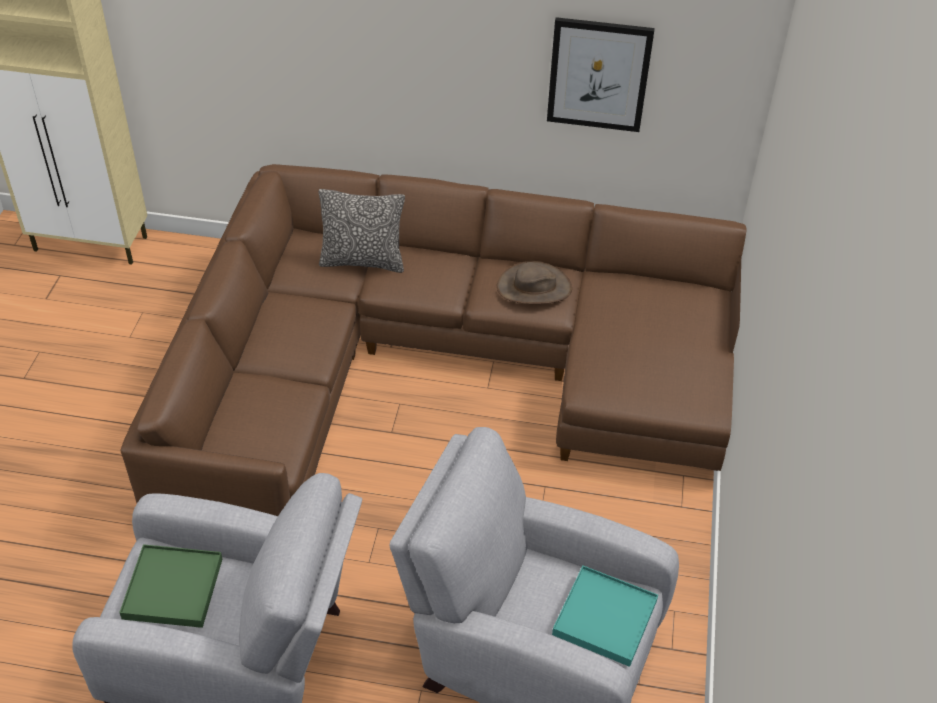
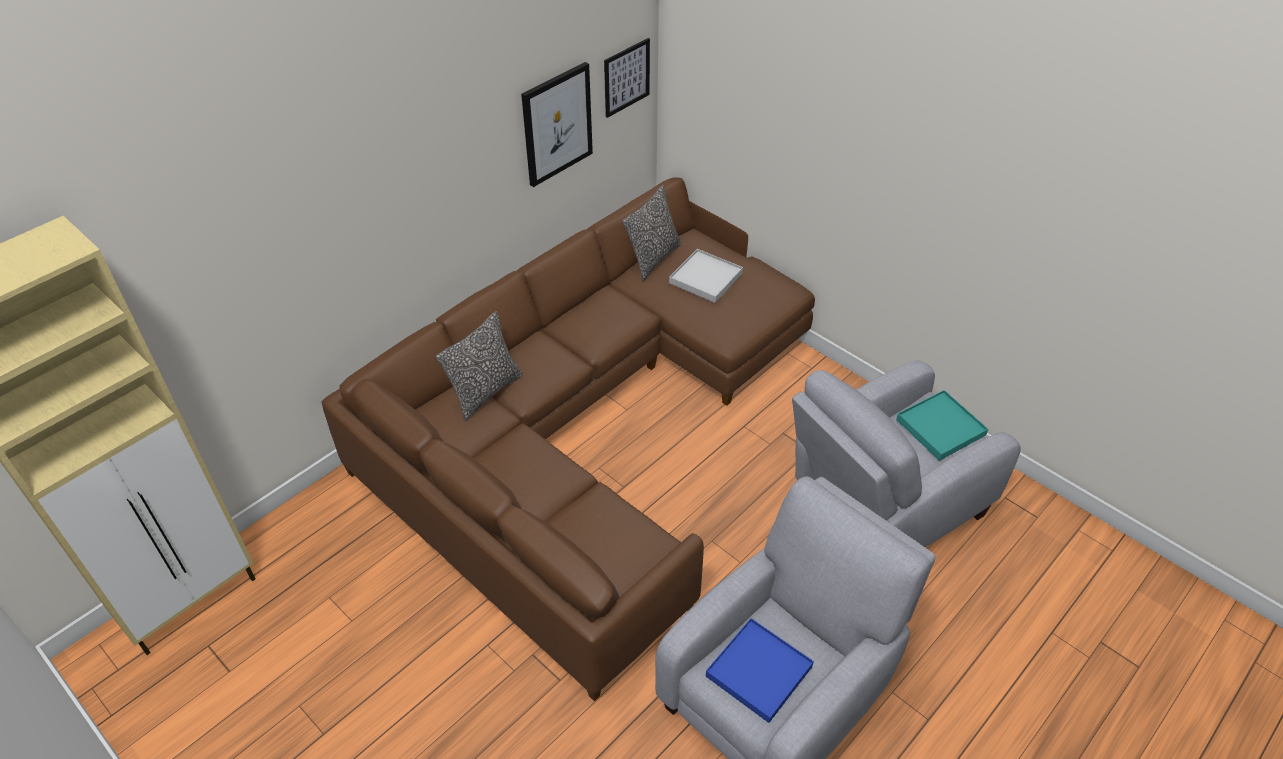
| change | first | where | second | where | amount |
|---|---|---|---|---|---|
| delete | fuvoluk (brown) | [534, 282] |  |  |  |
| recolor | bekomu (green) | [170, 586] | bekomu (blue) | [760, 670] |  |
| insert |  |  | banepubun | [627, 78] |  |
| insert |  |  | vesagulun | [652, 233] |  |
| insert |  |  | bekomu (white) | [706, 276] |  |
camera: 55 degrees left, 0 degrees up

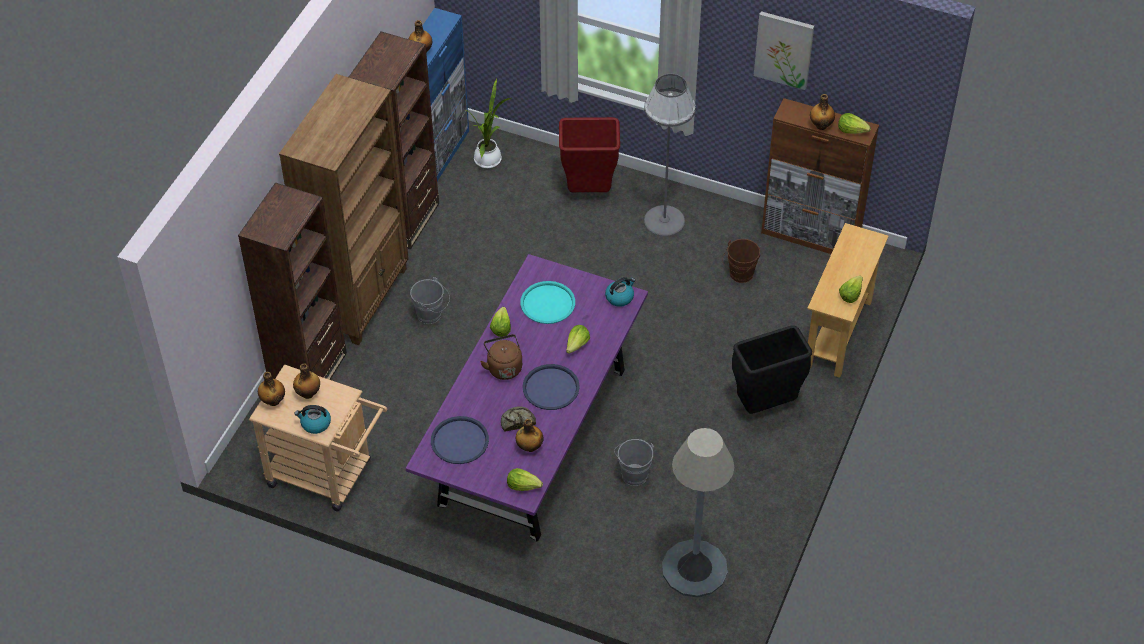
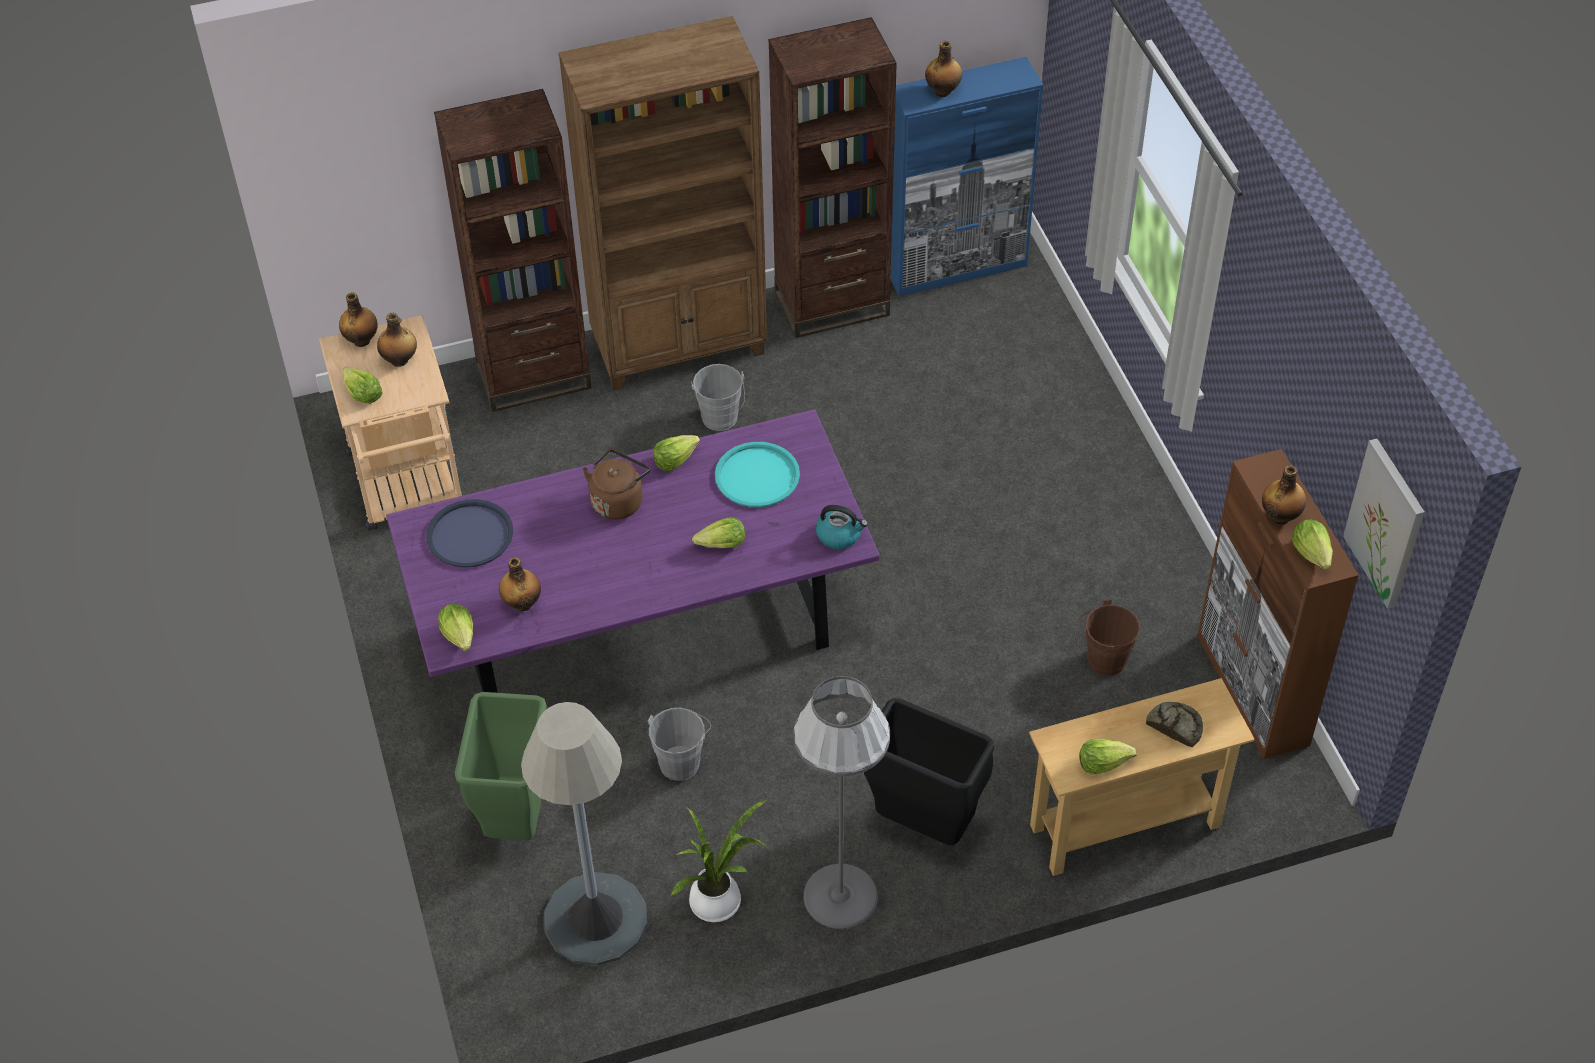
| change | first | where | second | where | amount |
|---|---|---|---|---|---|
| move | banepubun | [784, 50] |  | [1384, 524] |  |
| move | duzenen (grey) | [670, 155] |  | [841, 802] |  |
| move | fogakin | [488, 123] |  | [719, 861] |  |
| delete | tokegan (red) | [589, 154] |  |  |  |
| delete | bekomu (blue) | [551, 387] |  |  |  |
| replace | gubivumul | [313, 419] | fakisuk | [362, 385] |  |
| move | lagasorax | [518, 419] |  | [1174, 724] |  |
| insert |  |  | tokegan (green) | [501, 766] |  |
camera: 50 degrees right, 0 degrees up

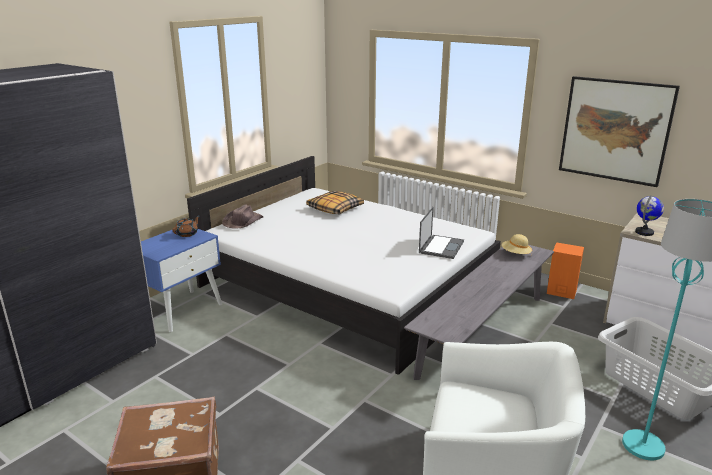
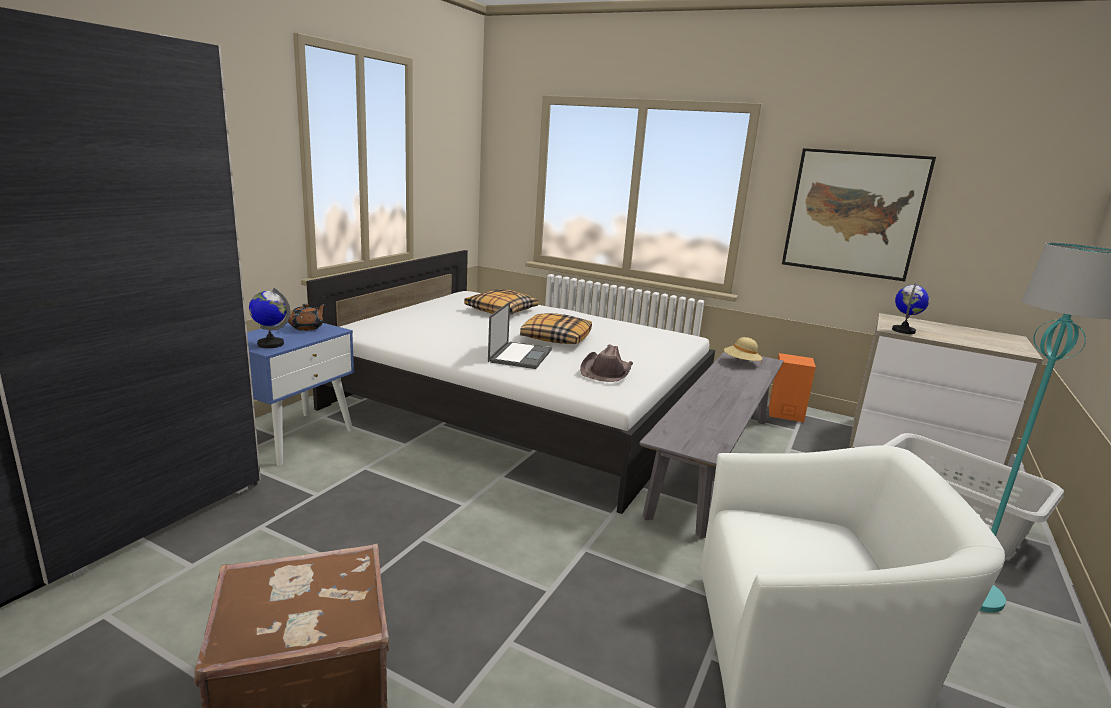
| change | first | where | second | where | amount |
|---|---|---|---|---|---|
| move | fuvoluk (brown) | [242, 217] |  | [606, 363] |  |
| move | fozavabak | [441, 233] |  | [520, 335] |  |
| insert |  |  | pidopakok | [269, 318] |  |
| insert |  |  | vesagulun | [556, 328] |  |
camera: 10 degrees left, 5 degrees down

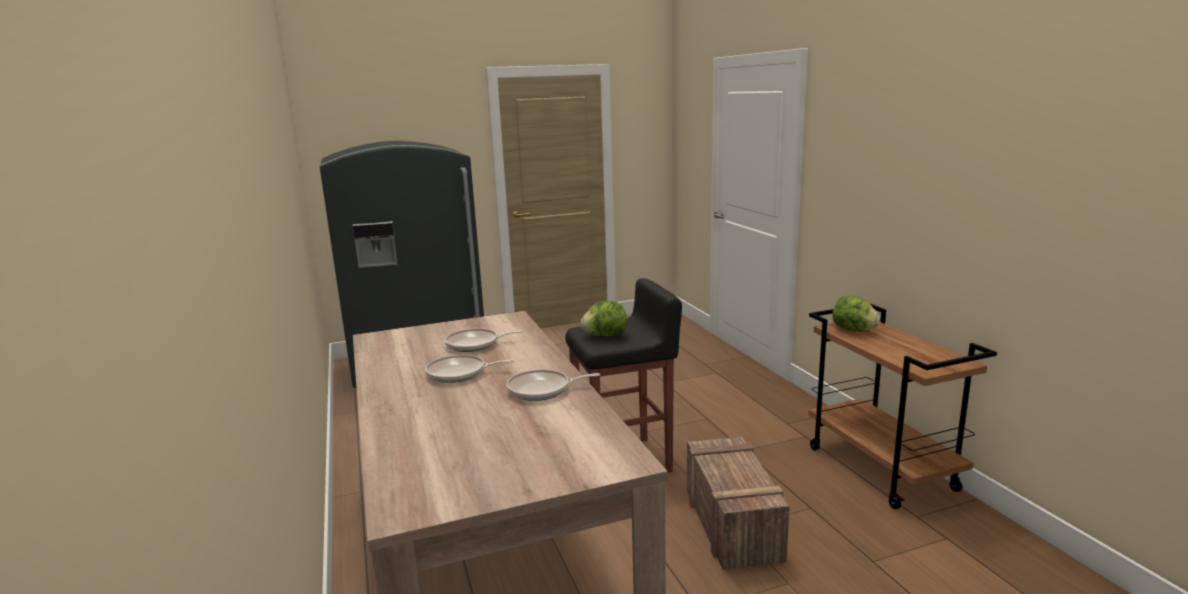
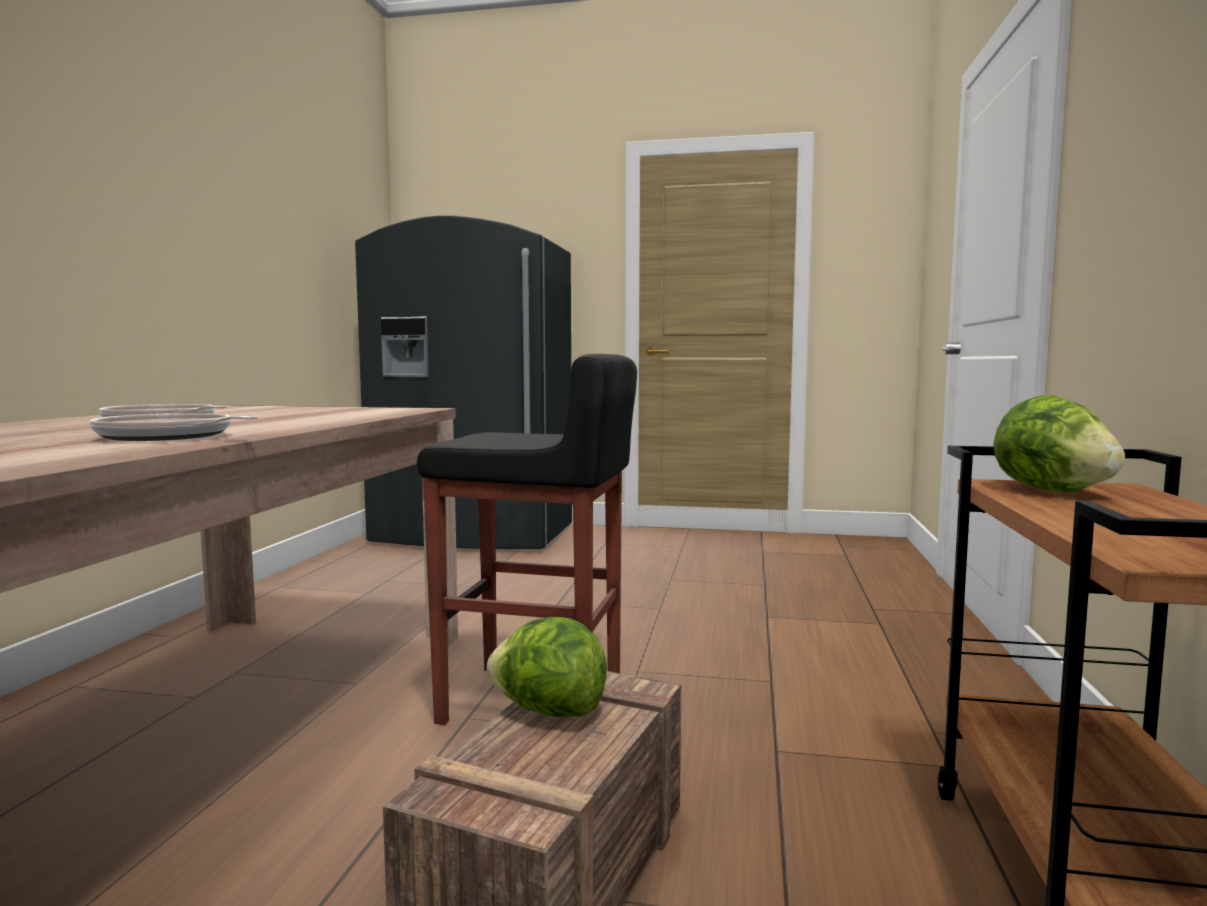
| change | first | where | second | where | amount |
|---|---|---|---|---|---|
| move | fakisuk | [604, 318] |  | [547, 667] |  |
| delete | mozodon | [484, 340] |  |  |  |
camera: 30 degrees right, 10 degrees down

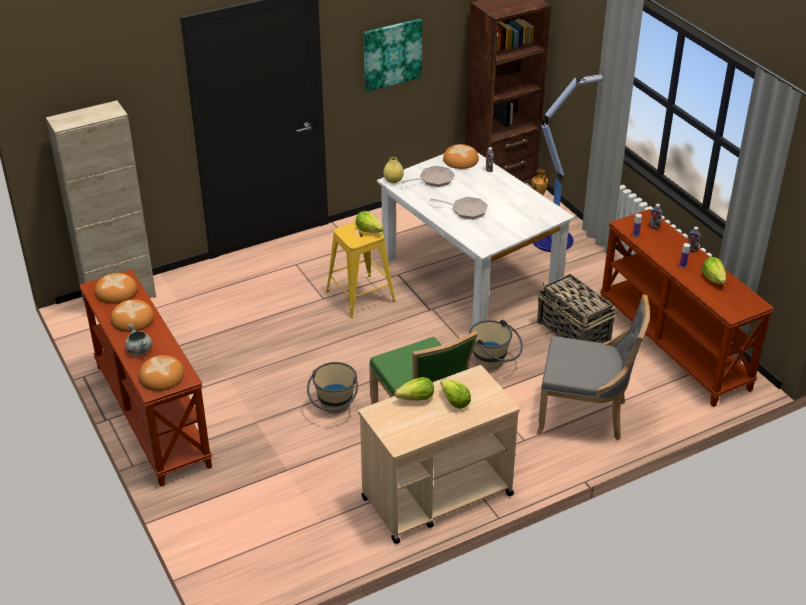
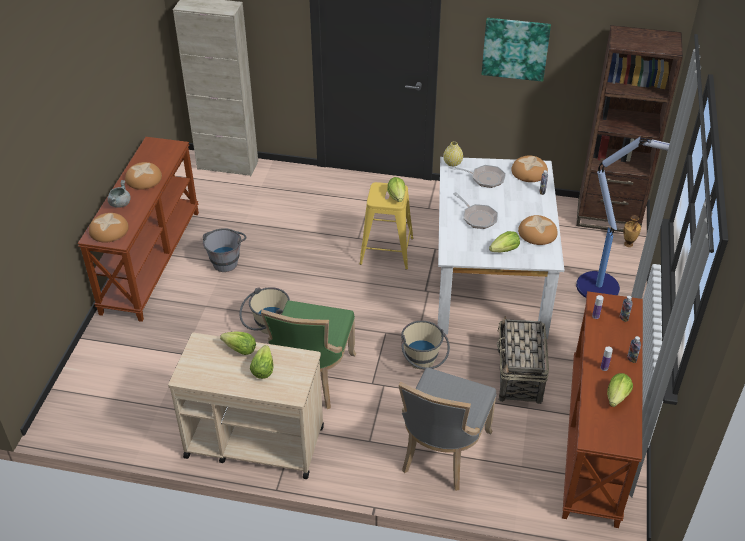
| change | first | where | second | where | amount |
|---|---|---|---|---|---|
| move | lagasorax | [116, 288] |  | [538, 230] |  |
| rotate | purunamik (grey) | [593, 367] |  | [447, 429] | 60 degrees clockwise |
| insert |  |  | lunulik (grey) | [224, 250] |  |
| insert |  |  | fakisuk | [504, 241] |  |
camera: 40 degrees right, 5 degrees up

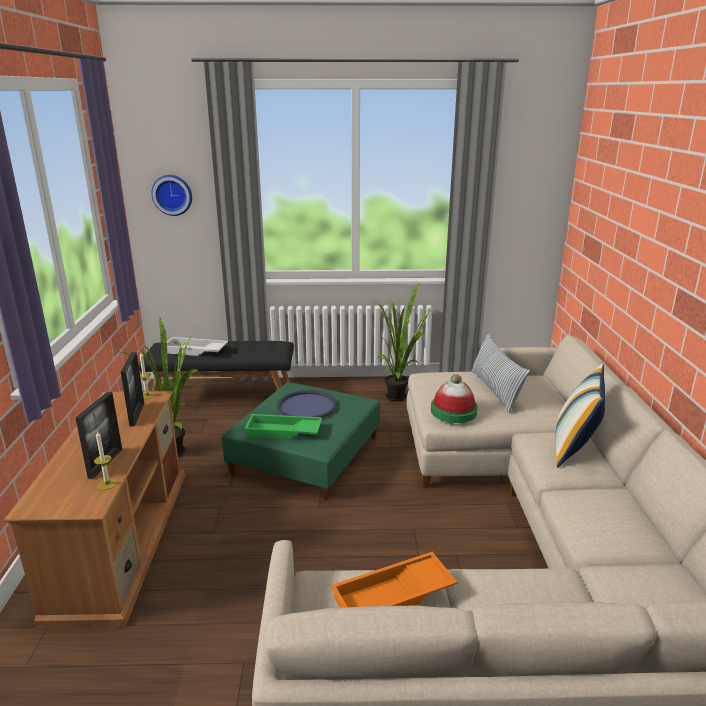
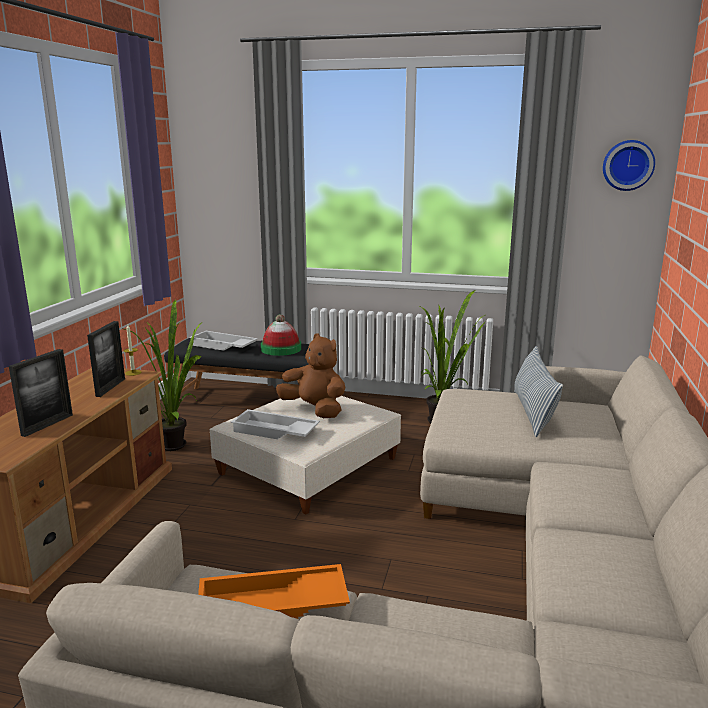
| change | first | where | second | where | amount |
|---|---|---|---|---|---|
| move | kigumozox | [171, 195] |  | [629, 165] |  |
| delete | vesagulun | [580, 415] |  |  |  |
| move | fuvoluk | [454, 398] |  | [281, 335] |  |
| recolor | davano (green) | [301, 441] | davano (beige) | [305, 455] |  |
| replace | bekomu (blue) | [307, 403] | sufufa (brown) | [310, 375] |  |
| recolor | bekomu (green) | [283, 426] | bekomu (white) | [275, 424] |  |
| delete | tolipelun | [106, 460] |  |  |  |
camera: 15 degrees right, 5 degrees down

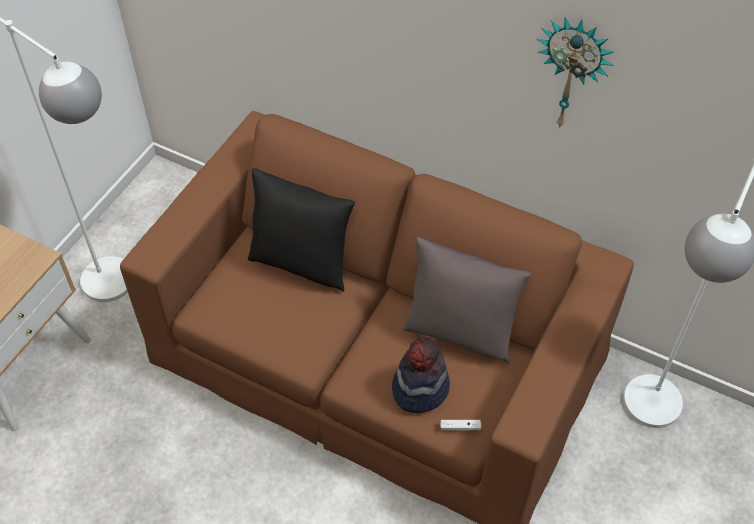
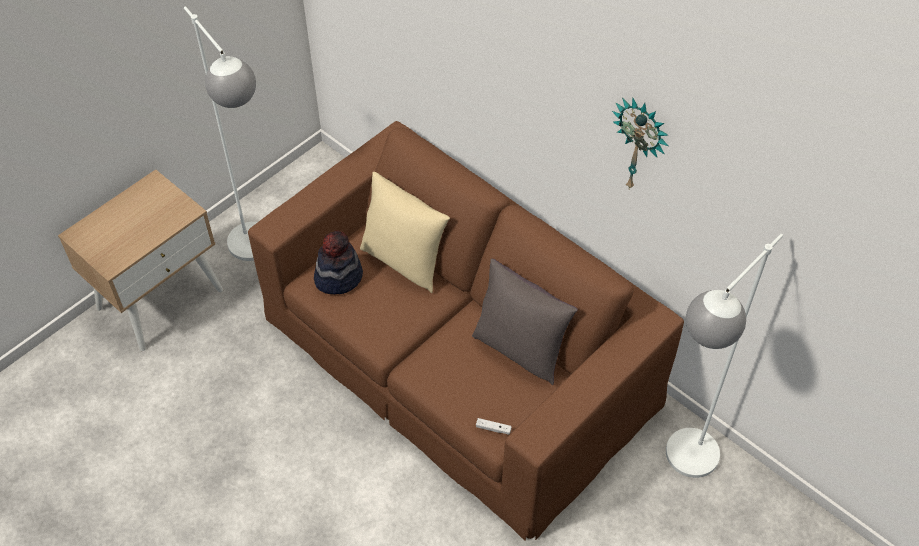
| change | first | where | second | where | amount |
|---|---|---|---|---|---|
| recolor | vesagulun (black) | [301, 230] | vesagulun (beige) | [405, 232] |  |
| move | fuvoluk | [421, 374] |  | [338, 262] |  |
camera: 15 degrees right, 0 degrees up

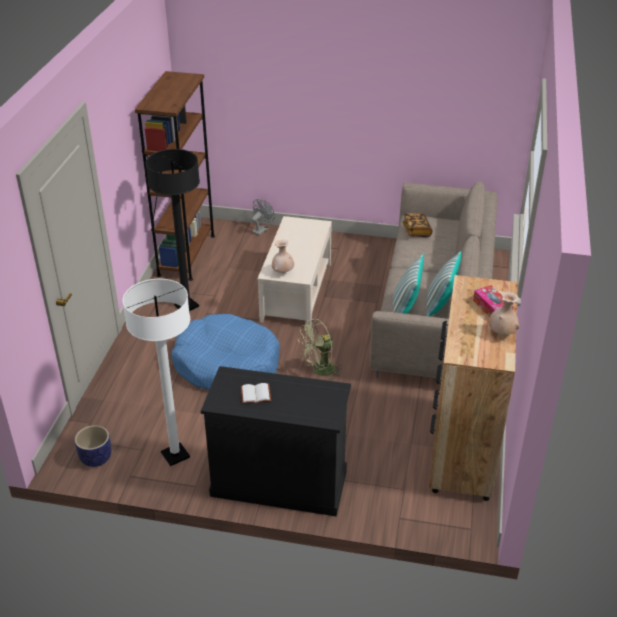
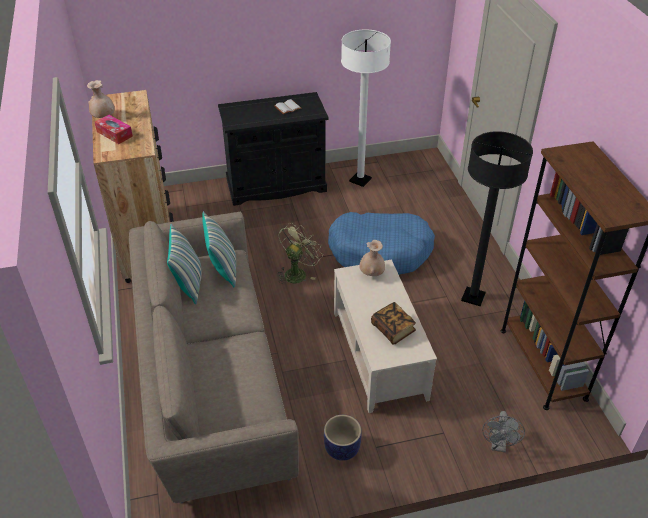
| change | first | where | second | where | amount |
|---|---|---|---|---|---|
| move | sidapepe | [417, 225] |  | [393, 323] |  |
| move | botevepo | [93, 446] |  | [343, 438] |  |
camera: 155 degrees right, 5 degrees up

